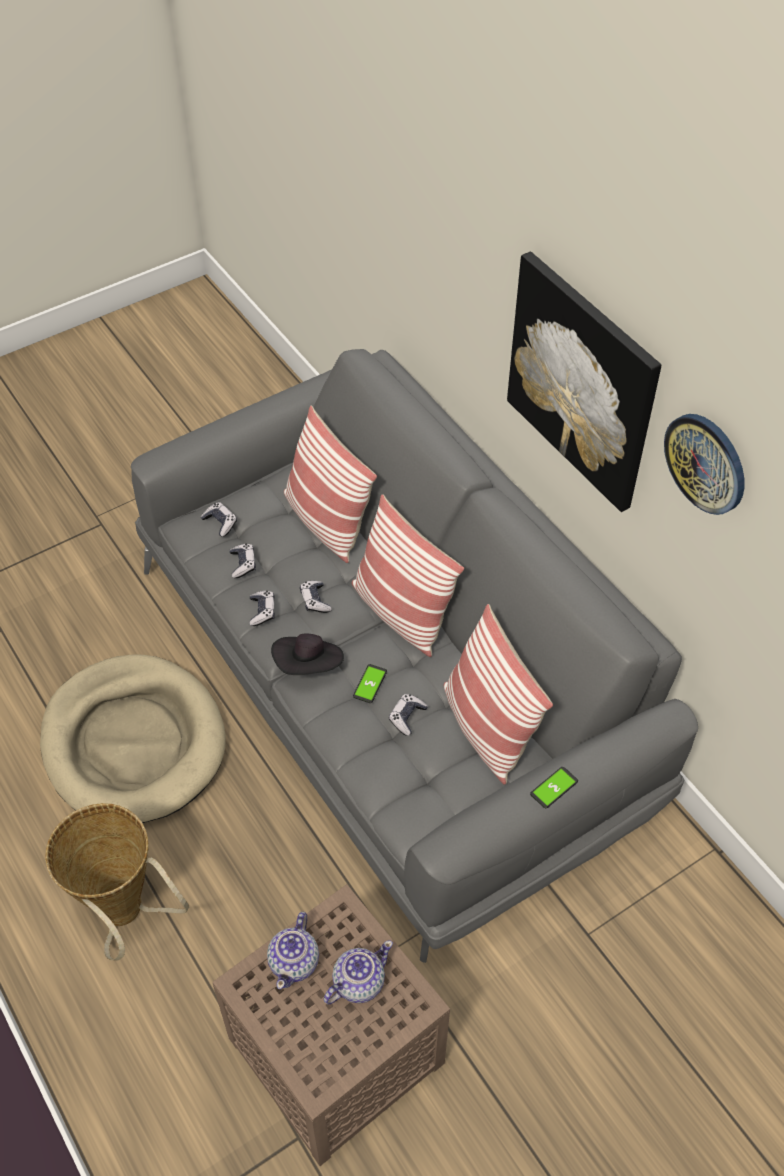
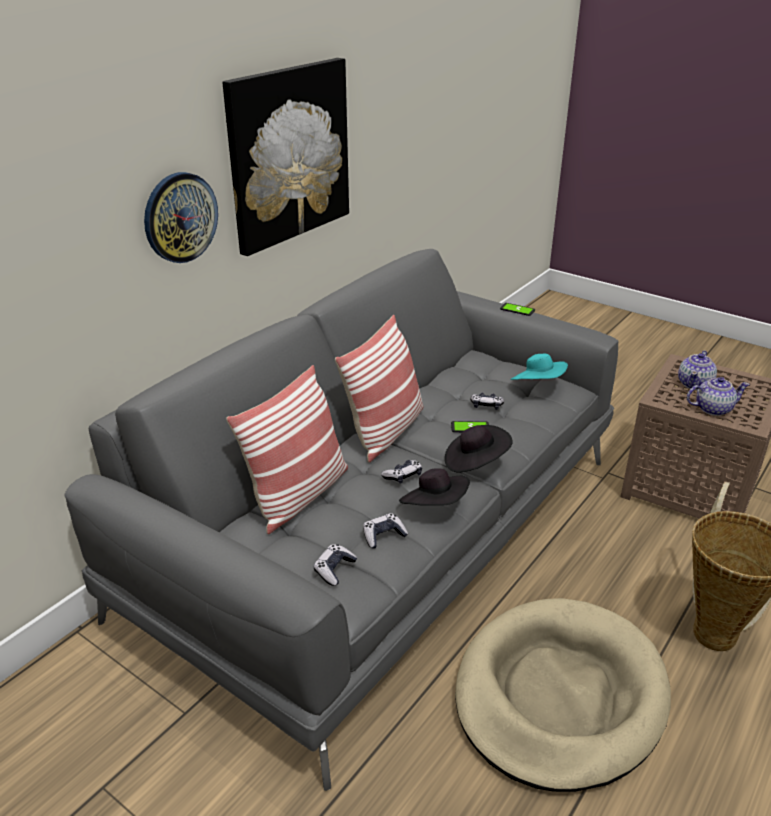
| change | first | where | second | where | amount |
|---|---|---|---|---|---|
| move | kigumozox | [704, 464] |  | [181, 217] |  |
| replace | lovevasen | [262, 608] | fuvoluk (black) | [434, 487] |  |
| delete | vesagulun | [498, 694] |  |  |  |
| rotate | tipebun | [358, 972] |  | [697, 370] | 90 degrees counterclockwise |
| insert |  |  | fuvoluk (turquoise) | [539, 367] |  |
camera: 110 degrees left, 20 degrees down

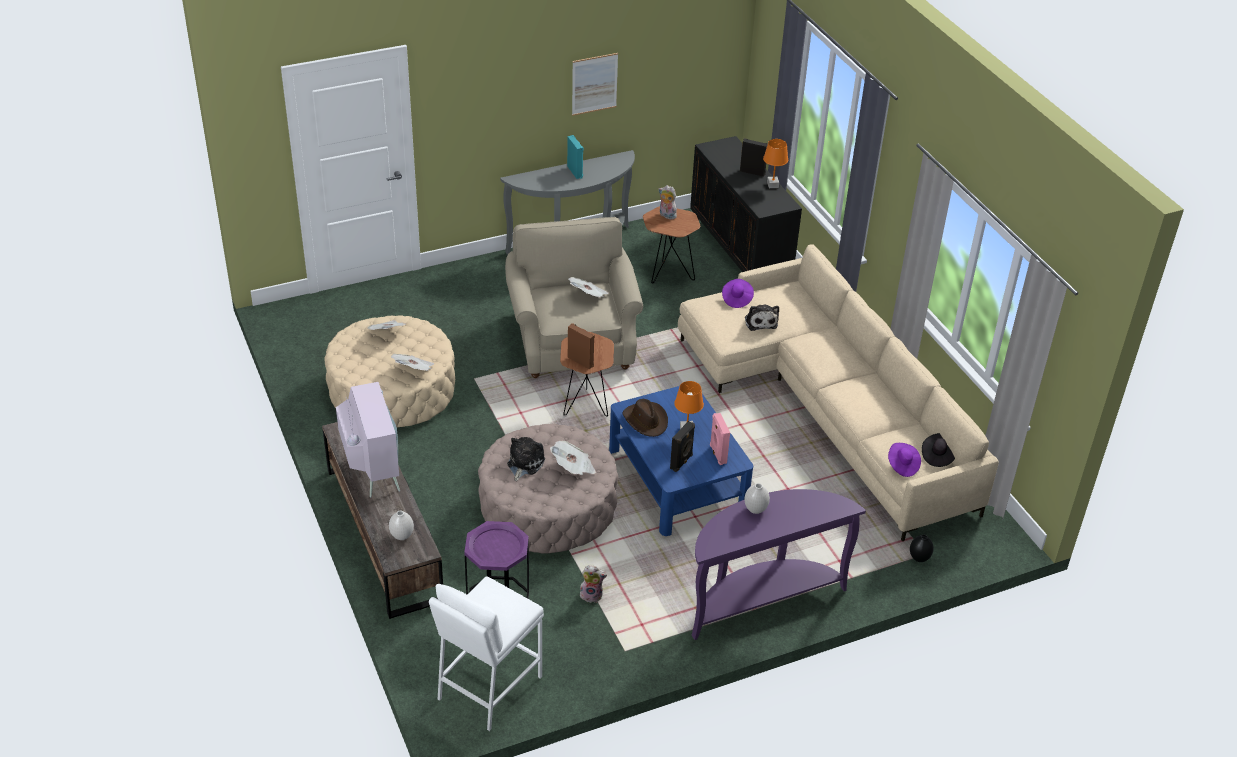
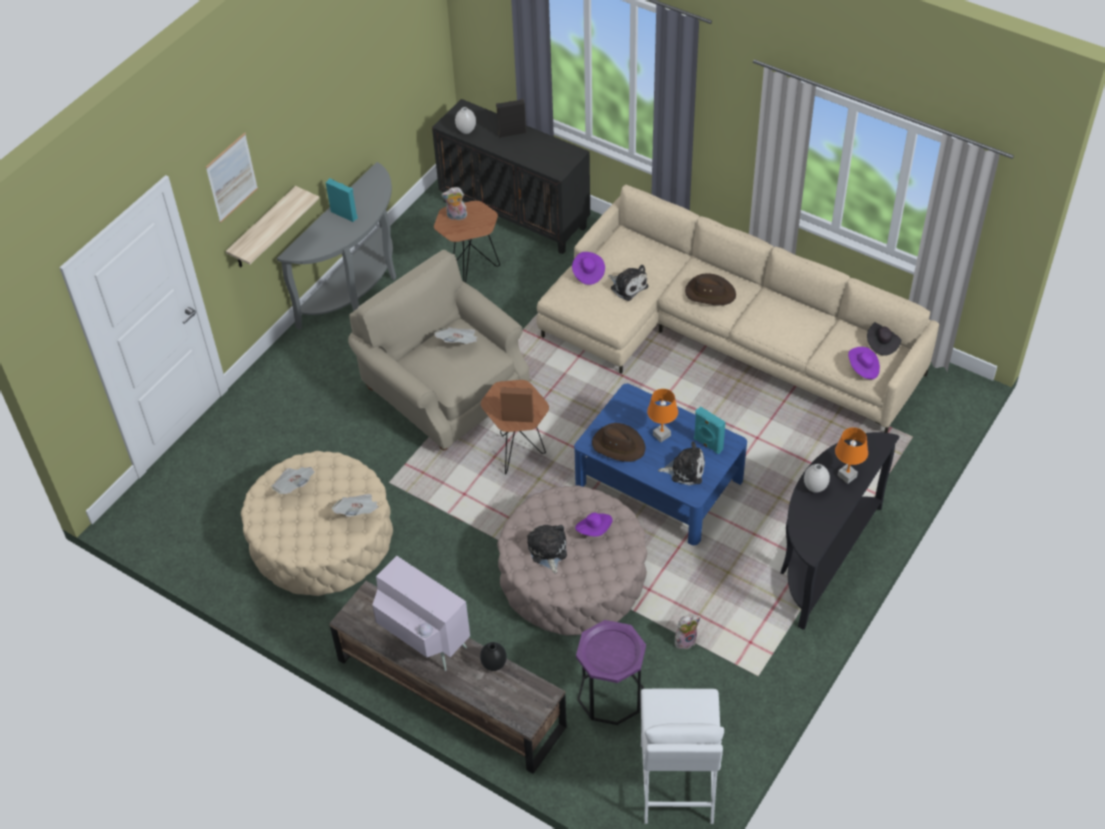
| change | first | where | second | where | amount |
|---|---|---|---|---|---|
| move | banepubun | [595, 84] |  | [232, 177] |  |
| move | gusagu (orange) | [775, 163] |  | [851, 455] |  |
| recolor | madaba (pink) | [720, 439] | madaba (turquoise) | [710, 430] |  |
| replace | madaba (black) | [682, 446] | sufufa | [681, 463] |  |
| replace | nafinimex | [573, 458] | fuvoluk (purple) | [593, 525] |  |
| recolor | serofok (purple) | [779, 564] | serofok (black) | [840, 531] |  |
| move | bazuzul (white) | [401, 525] |  | [465, 120] |  |
| move | bazuzul (black) | [922, 548] |  | [493, 656] |  |
| insert |  |  | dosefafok | [272, 227] |  |
| insert |  |  | fuvoluk (brown) | [710, 289] |  |
camera: 30 degrees left, 10 degrees up

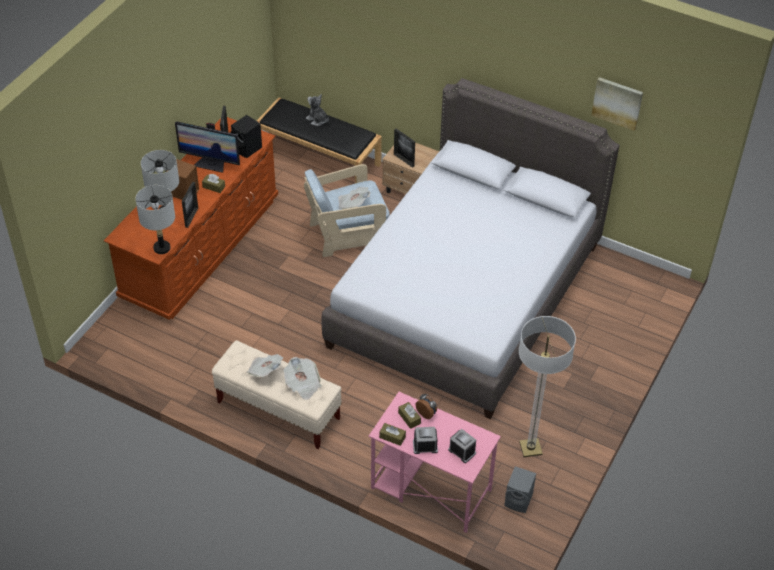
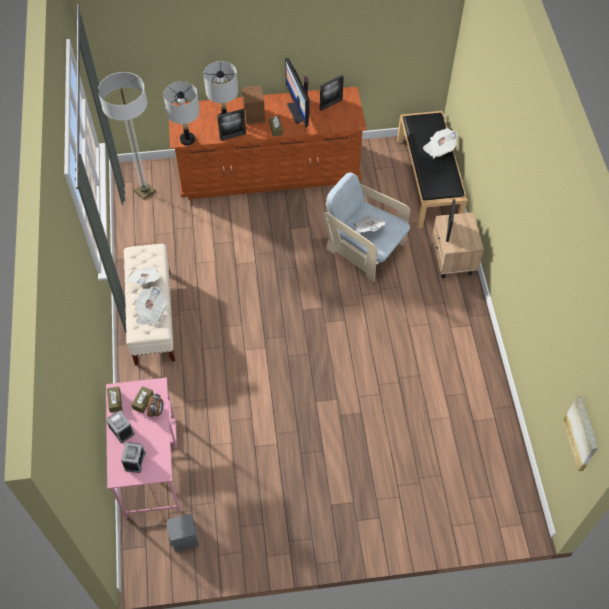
| change | first | where | second | where | amount |
|---|---|---|---|---|---|
| move | banepubun | [617, 104] |  | [580, 433] |  |
| delete | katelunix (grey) | [470, 248] |  |  |  |
| replace | sufufa | [317, 110] | nafinimex | [440, 143] |  |
| delete | madaba (black) | [246, 136] |  |  |  |
| move | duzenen | [547, 386] |  | [127, 136] |  |
camera: 55 degrees right, 10 degrees up

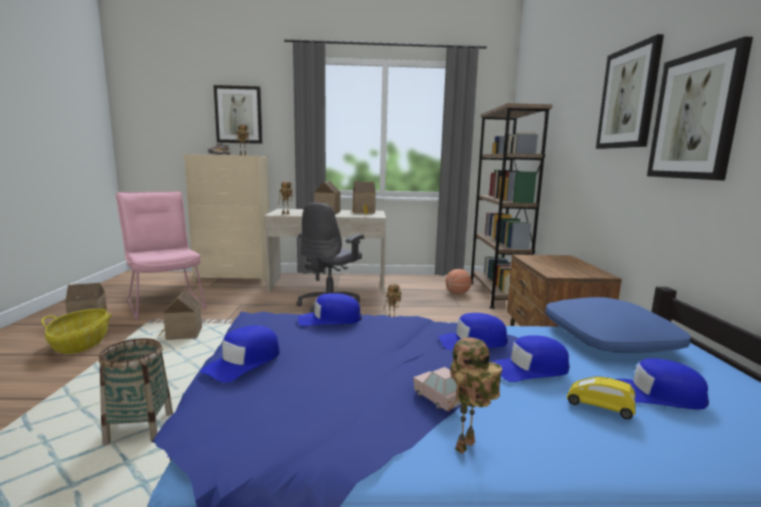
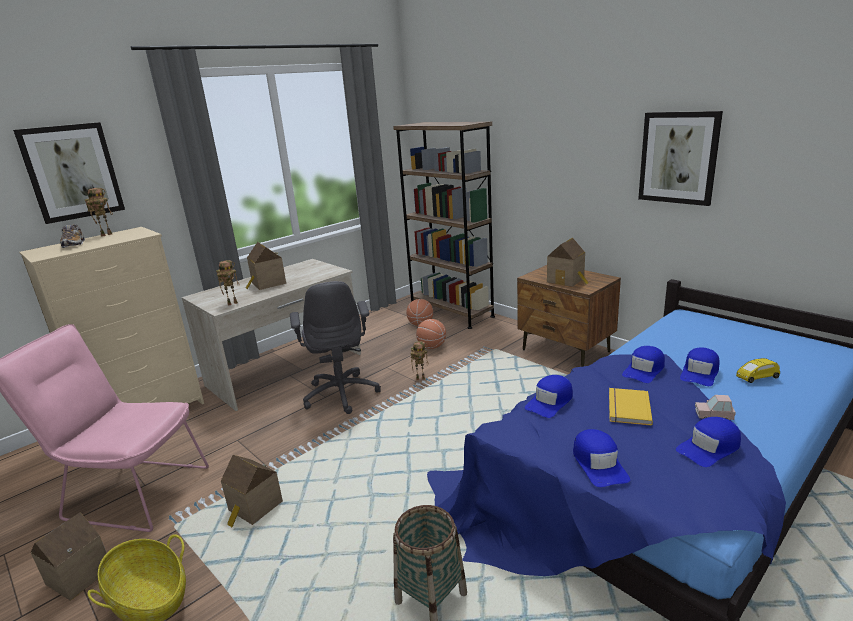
| change | first | where | second | where | amount |
|---|---|---|---|---|---|
| delete | banepubun | [630, 91] |  |  |  |
| move | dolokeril | [364, 198] |  | [568, 262] |  |
| delete | vesagulun (blue) | [618, 325] |  |  |  |
| delete | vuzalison | [474, 395] |  |  |  |
| move | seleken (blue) | [662, 384] |  | [708, 442] |  |
| insert |  |  | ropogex | [431, 334] |  |
| insert |  |  | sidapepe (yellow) | [631, 407] |  |
camera: 40 degrees left, 10 degrees up

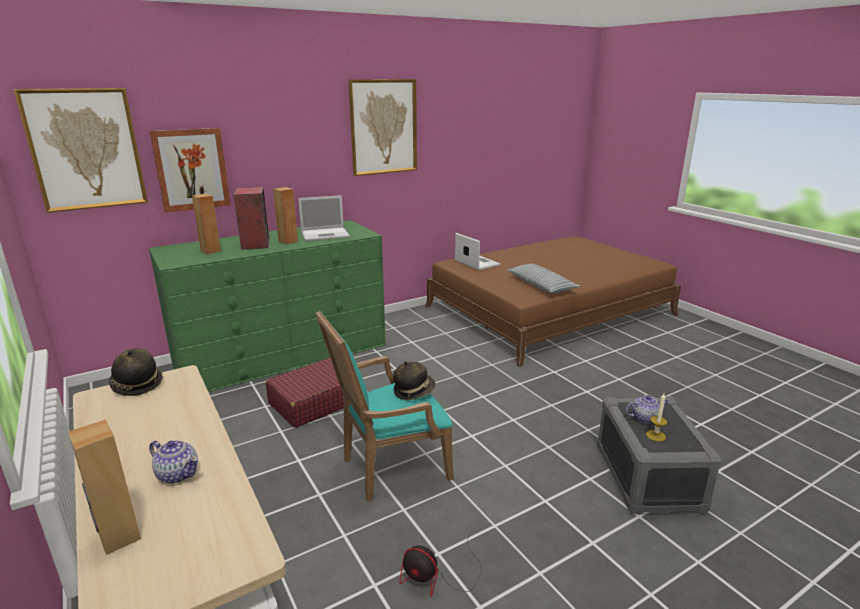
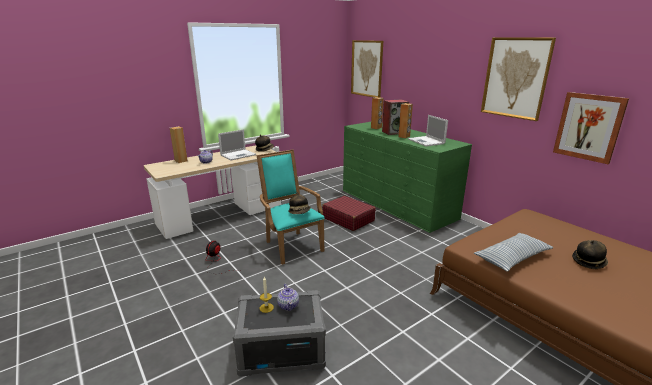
| change | first | where | second | where | amount |
|---|---|---|---|---|---|
| move | banepubun | [190, 170] |  | [591, 128] |  |
| move | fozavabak | [477, 251] |  | [237, 144] |  |
| insert |  |  | fuvoluk | [590, 254] |  |
camera: 85 degrees right, 0 degrees up

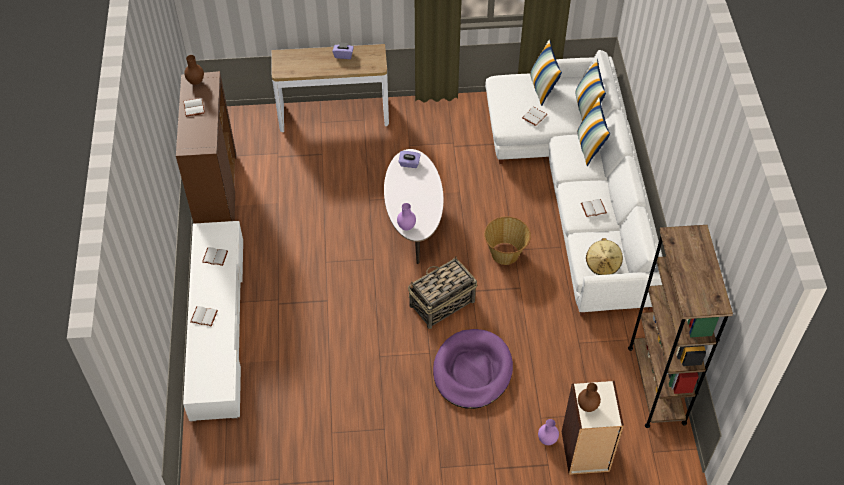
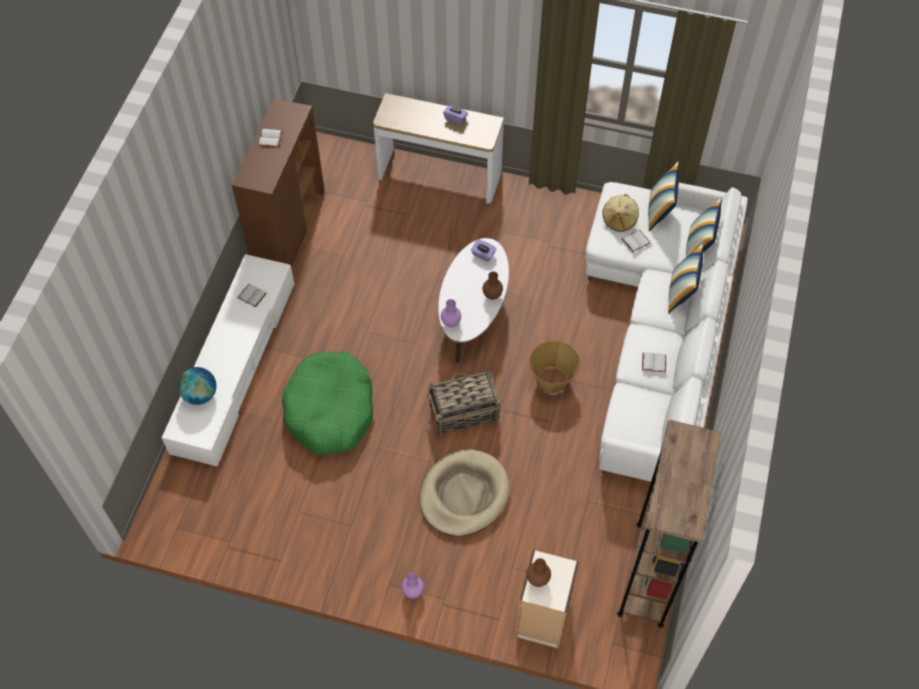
| change | first | where | second | where | amount |
|---|---|---|---|---|---|
| move | bazuzul (brown) | [194, 70] |  | [493, 285] |  |
| move | fuvoluk (beige) | [604, 256] |  | [620, 213] |  |
| delete | sidapepe (white) | [204, 316] |  |  |  |
| recolor | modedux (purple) | [473, 369] | modedux (beige) | [465, 492] |  |
| move | bazuzul (purple) | [548, 432] |  | [412, 586] |  |
| insert |  |  | modedux (green) | [327, 403] |  |
| insert |  |  | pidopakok | [197, 386] |  |
camera: 20 degrees right, 5 degrees up

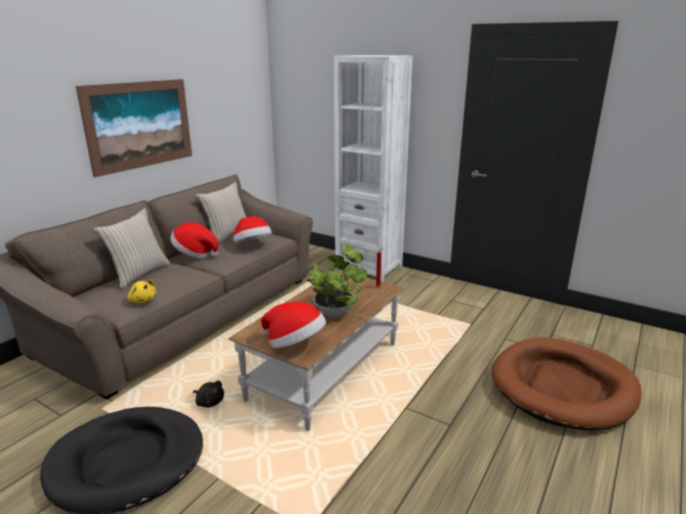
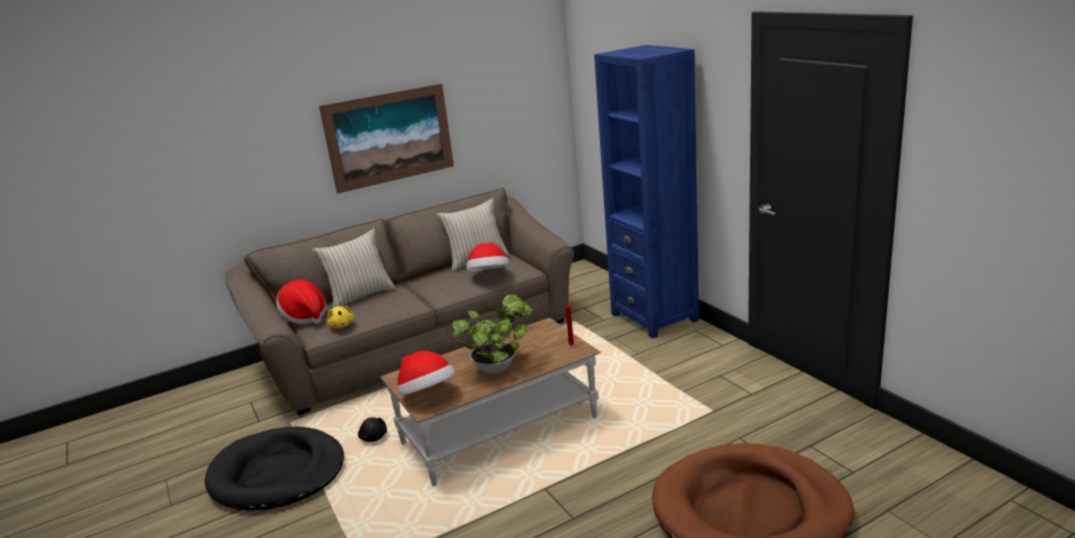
| change | first | where | second | where | amount |
|---|---|---|---|---|---|
| recolor | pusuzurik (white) | [373, 168] | pusuzurik (blue) | [646, 192] |  |
| move | fuvoluk | [194, 240] |  | [301, 301] |  |
camera: 30 degrees right, 0 degrees up

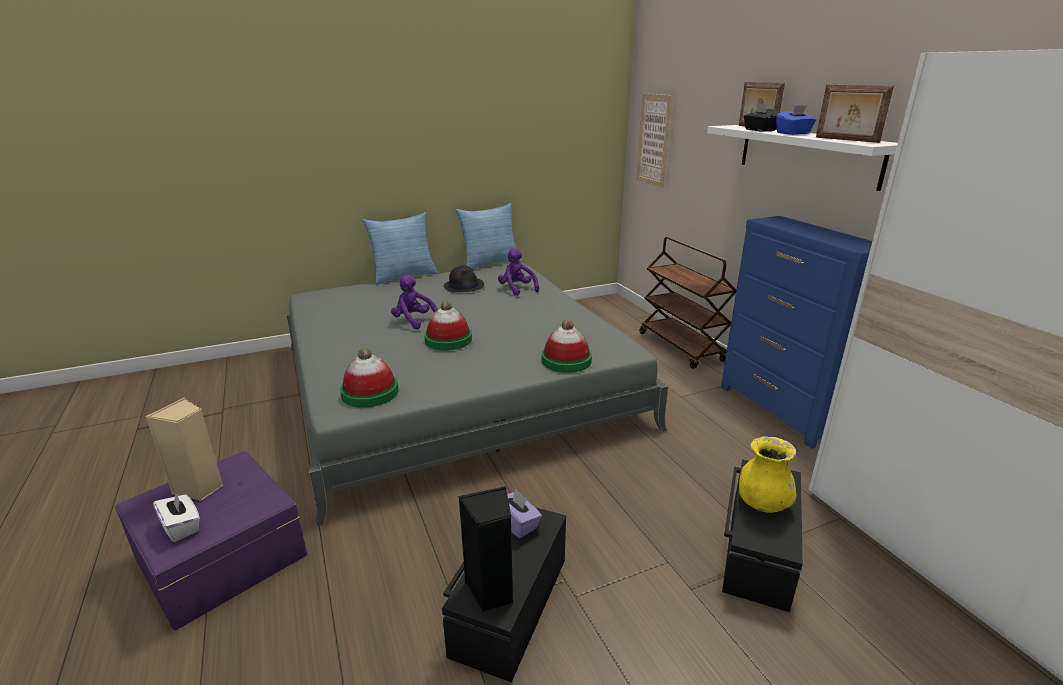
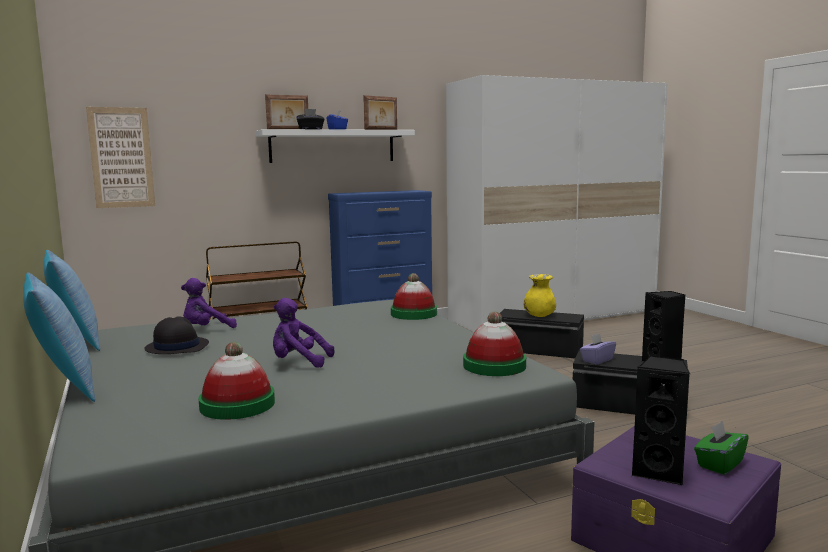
| change | first | where | second | where | amount |
|---|---|---|---|---|---|
| rotate | sufufa (purple) | [414, 302] |  | [303, 333] | 60 degrees clockwise |
| move | fuvoluk | [448, 325] |  | [236, 381] |  |
| recolor | madaba (beige) | [184, 449] | madaba (black) | [660, 421] |  |
| recolor | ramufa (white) | [176, 517] | ramufa (green) | [721, 448] |  |
camera: 90 degrees left, 15 degrees down

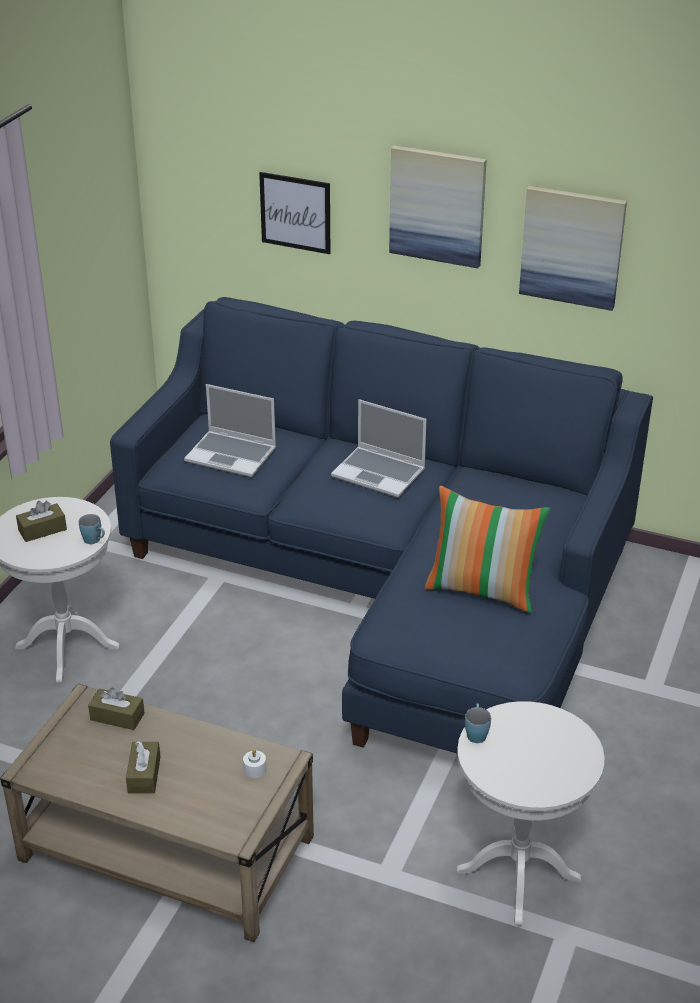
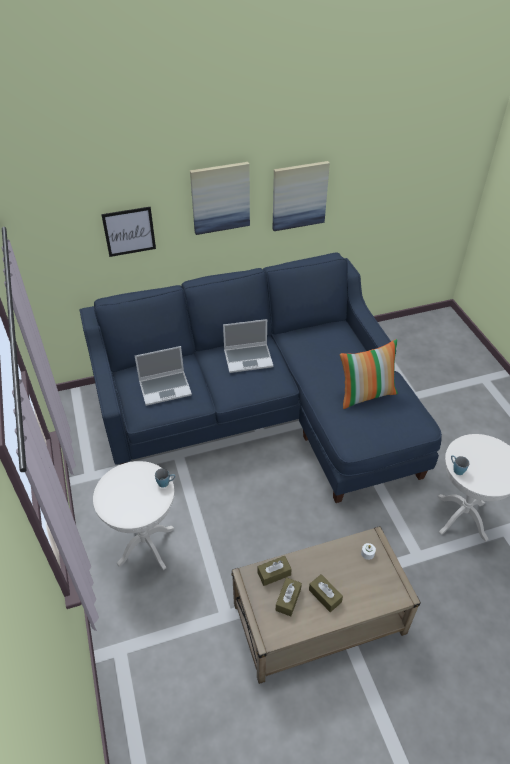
| change | first | where | second | where | amount |
|---|---|---|---|---|---|
| move | ramufa (brown) | [41, 521] |  | [289, 596] |  |
camera: 40 degrees left, 10 degrees up

